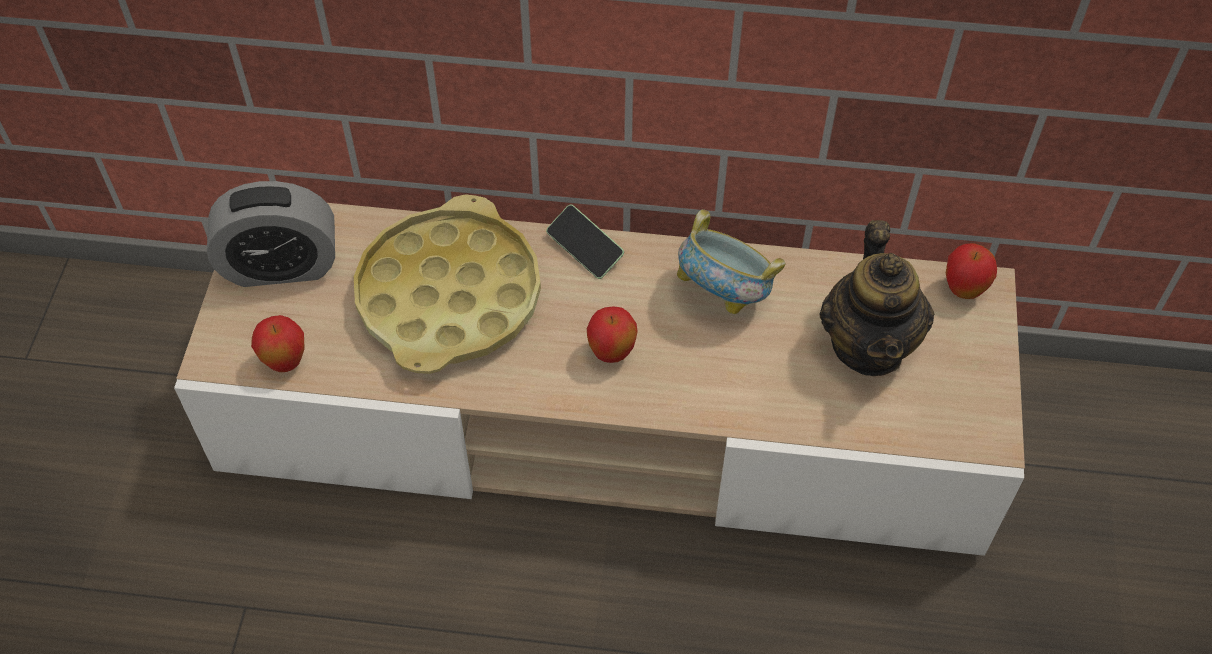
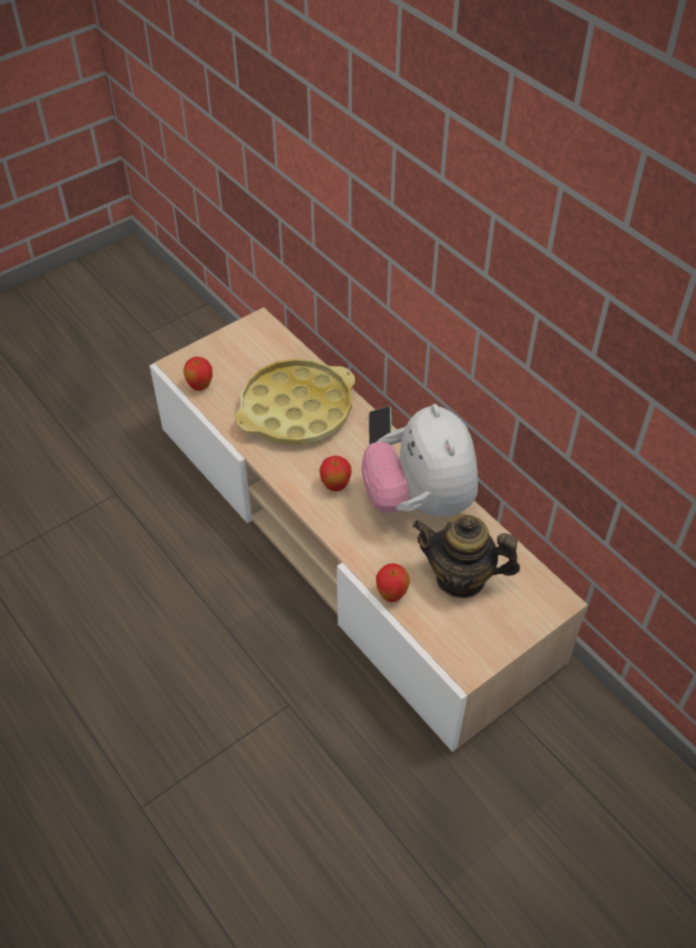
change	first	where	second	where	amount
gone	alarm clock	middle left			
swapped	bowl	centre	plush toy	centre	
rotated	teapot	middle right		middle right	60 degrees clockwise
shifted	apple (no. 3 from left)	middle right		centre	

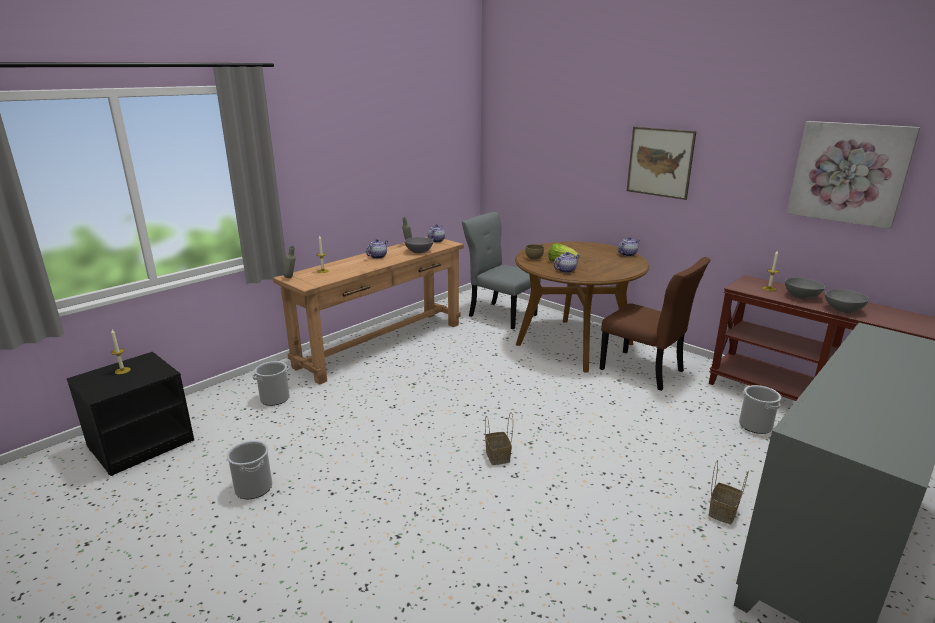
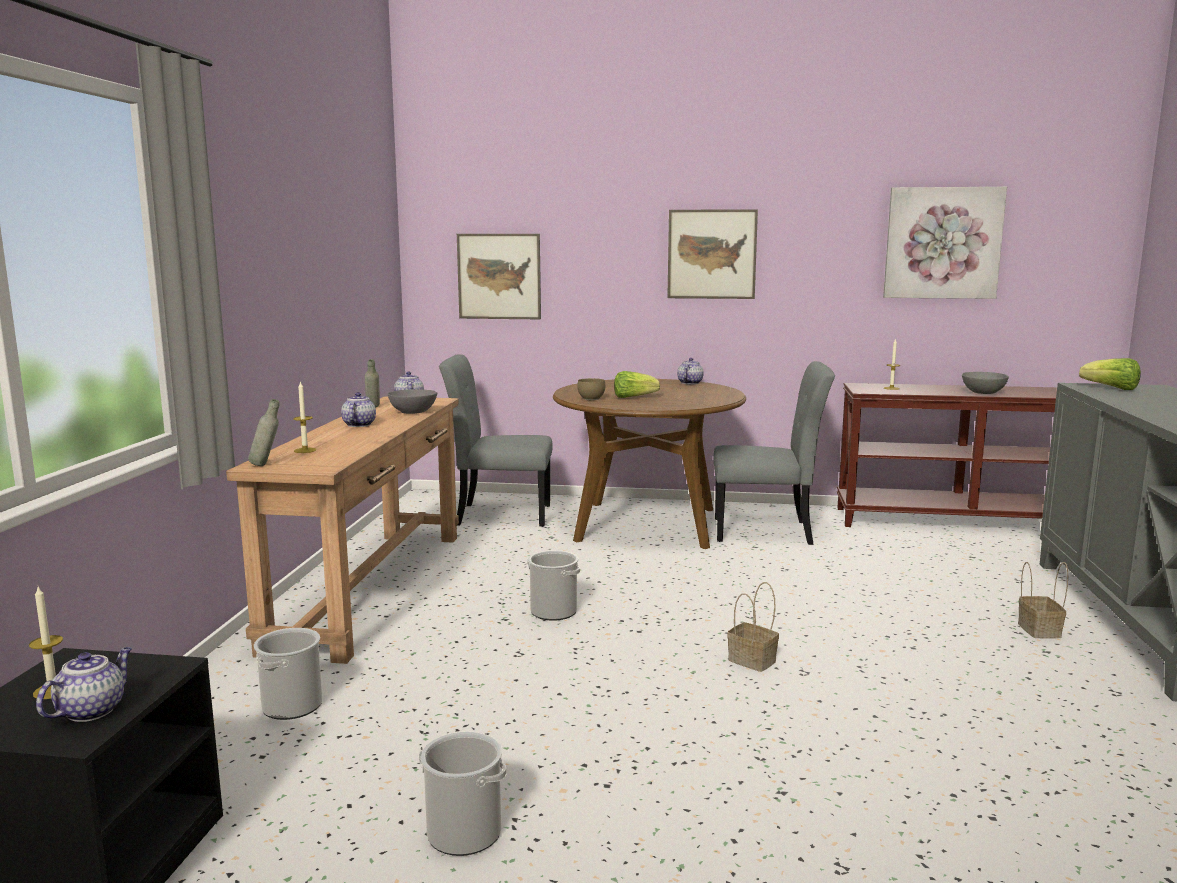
change	first	where	second	where	amount
shifted	teapot (no. 3 from left in the first image)	centre	teapot (no. 1 from left)	bottom left	
repainted	chair (brown)	middle right	chair (grey) (no. 2 from left)	centre	
gone	bowl (grey) (no. 2 from left)	middle right			
shifted	bucket (no. 3 from left)	middle right		centre	
new			picture (no. 1 from left)	top centre	
new			lettuce (no. 2 from left)	middle right	

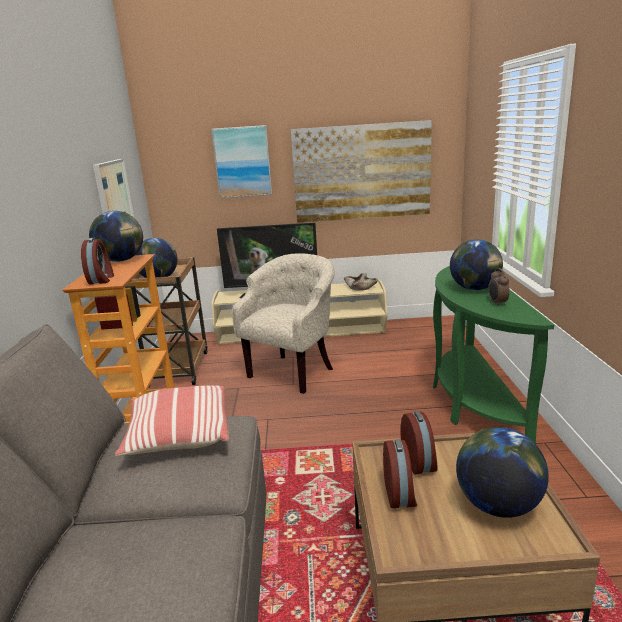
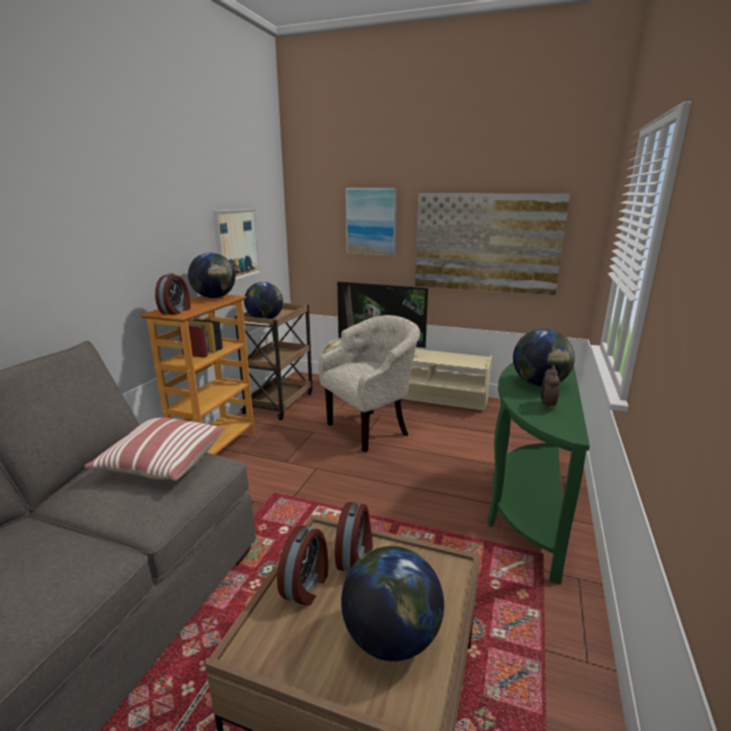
change	first	where	second	where	amount
gone	bowl (beige)	centre			

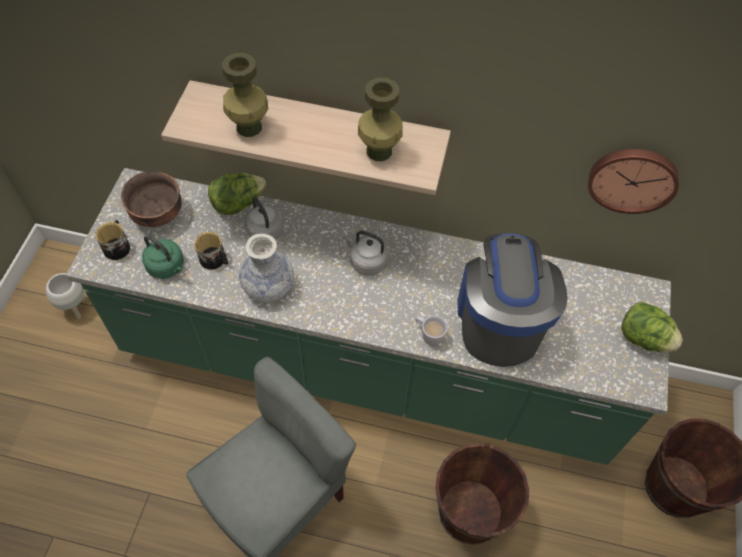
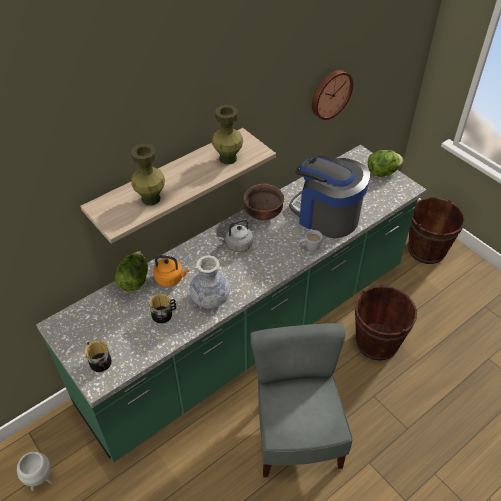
change	first	where	second	where	amount
shifted	bowl (brown)	middle left		centre	
repainted	kettle (grey) (no. 1 from left)	centre	kettle (orange)	centre	
gone	kettle (green)	middle left			

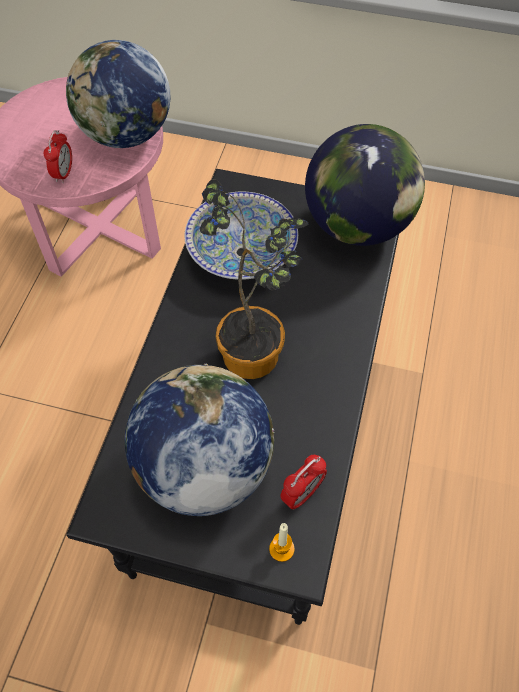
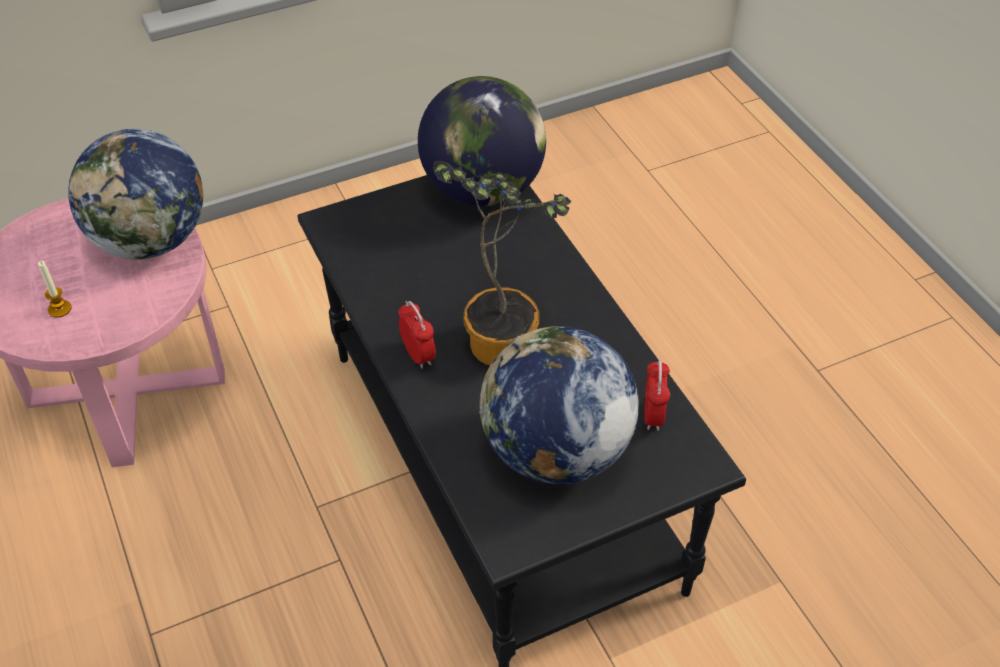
change	first	where	second	where	amount
shifted	alarm clock (no. 1 from left)	top left		centre	
gone	bowl	centre			
shifted	candle	bottom centre		middle left	

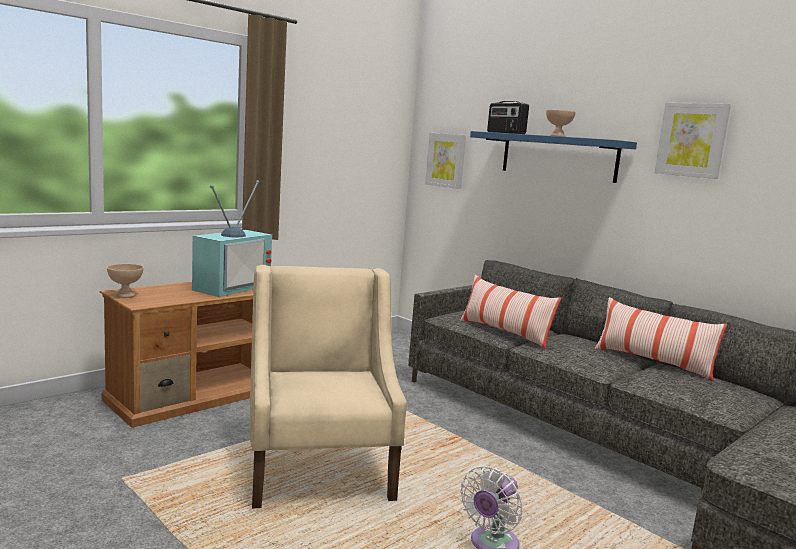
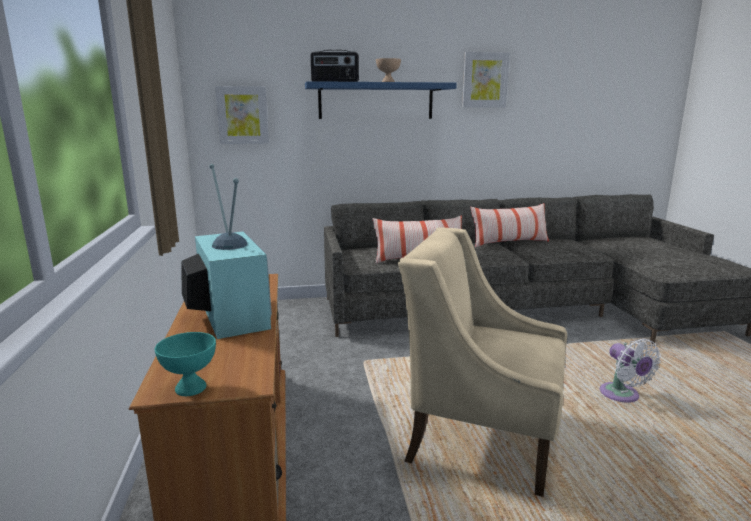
change	first	where	second	where	amount
repainted	bowl (beige) (no. 1 from left)	middle left	bowl (turquoise)	bottom left	

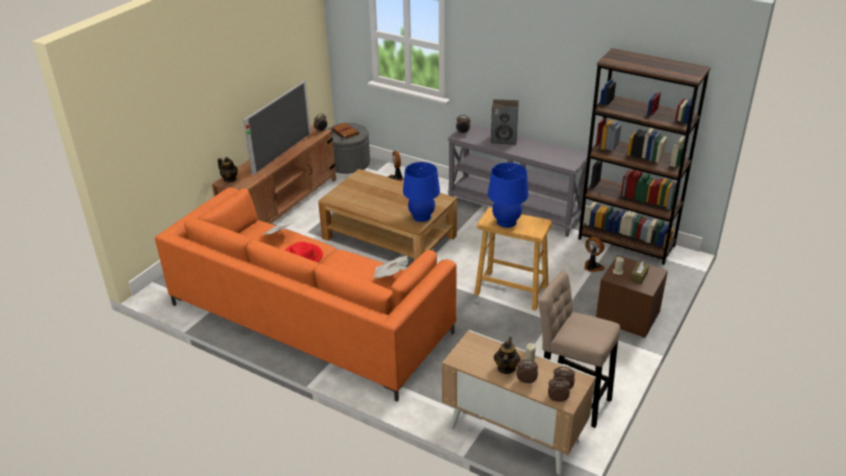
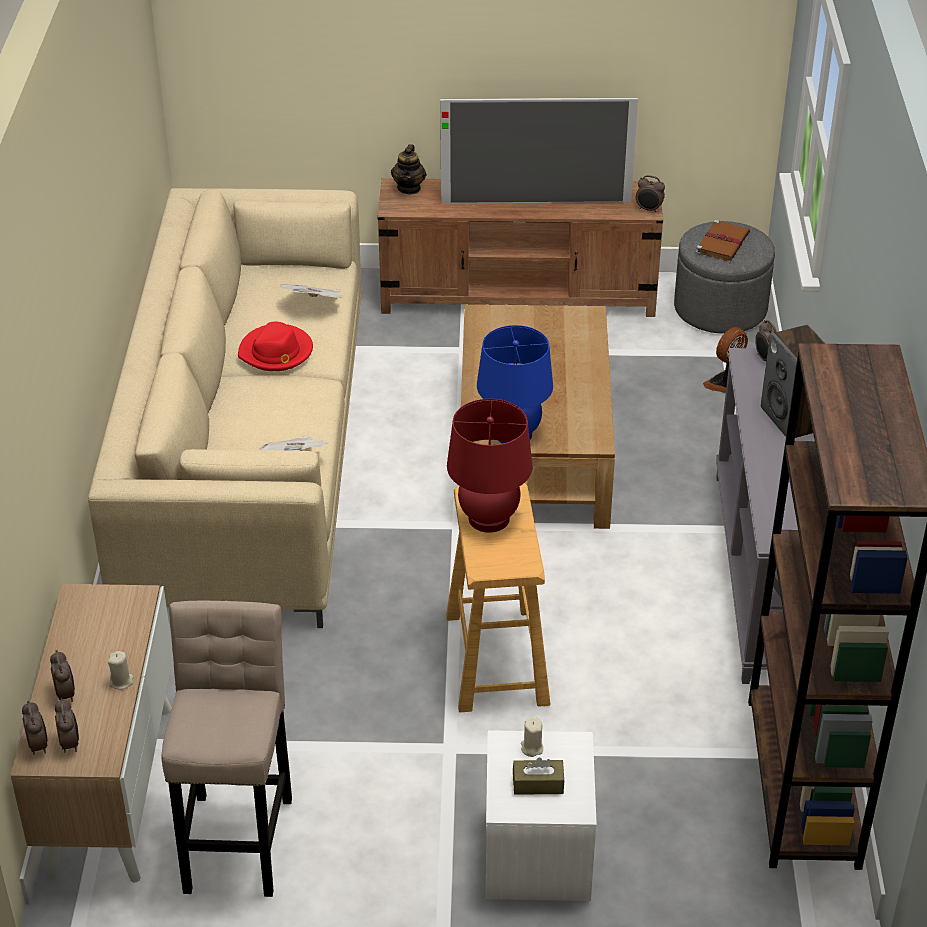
change	first	where	second	where	amount
repainted	table lamp (blue) (no. 2 from left)	centre	table lamp (red)	centre	
repainted	sofa (orange)	centre	sofa (beige)	middle left	
gone	fan (no. 2 from left)	middle right			
repainted	nightstand (brown)	middle right	nightstand (white)	bottom centre	
gone	teapot (no. 2 from left)	bottom centre			

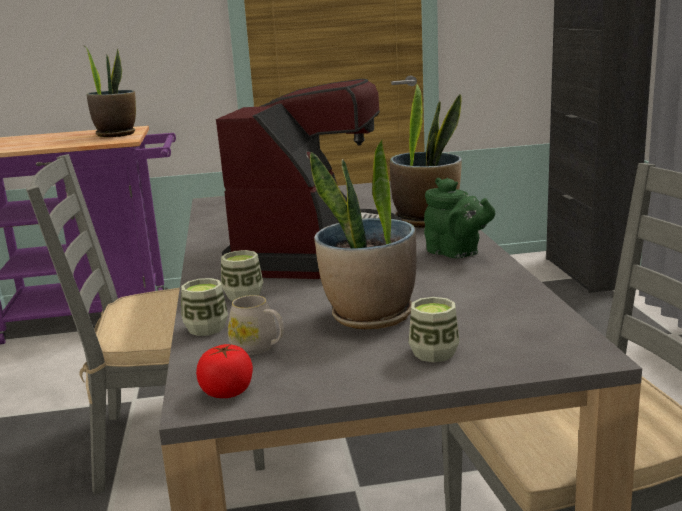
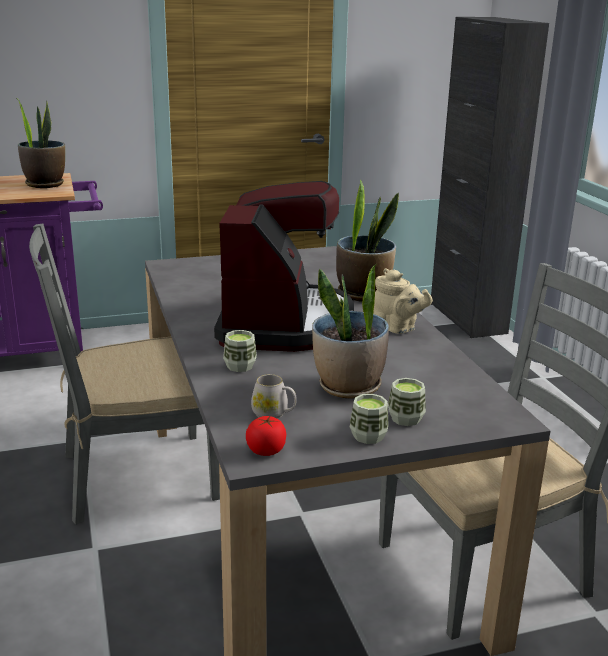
change	first	where	second	where	amount
repainted	teapot (green)	middle right	teapot (beige)	centre	
shifted	cup (no. 1 from left in the first image)	middle left	cup (no. 2 from left)	centre	

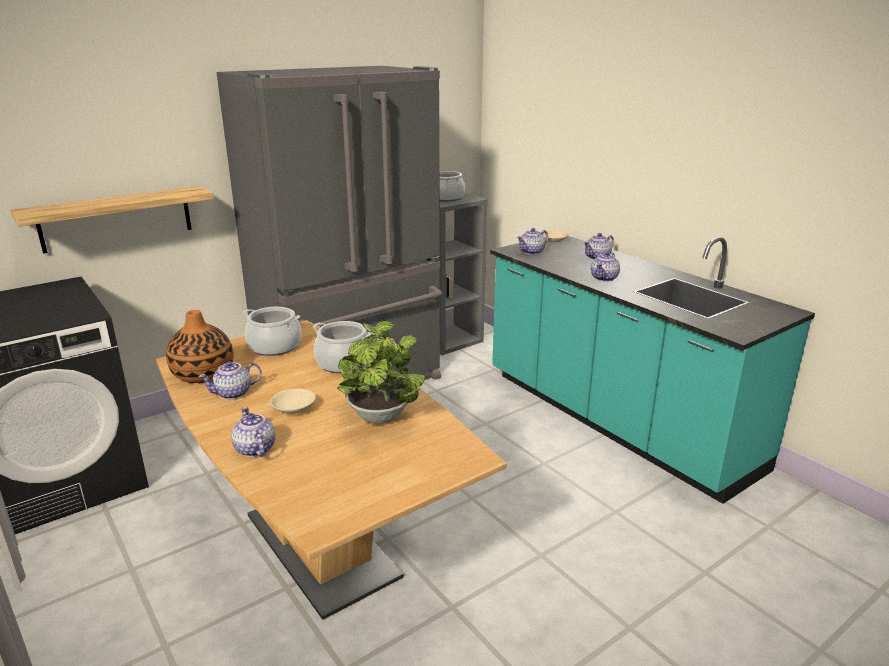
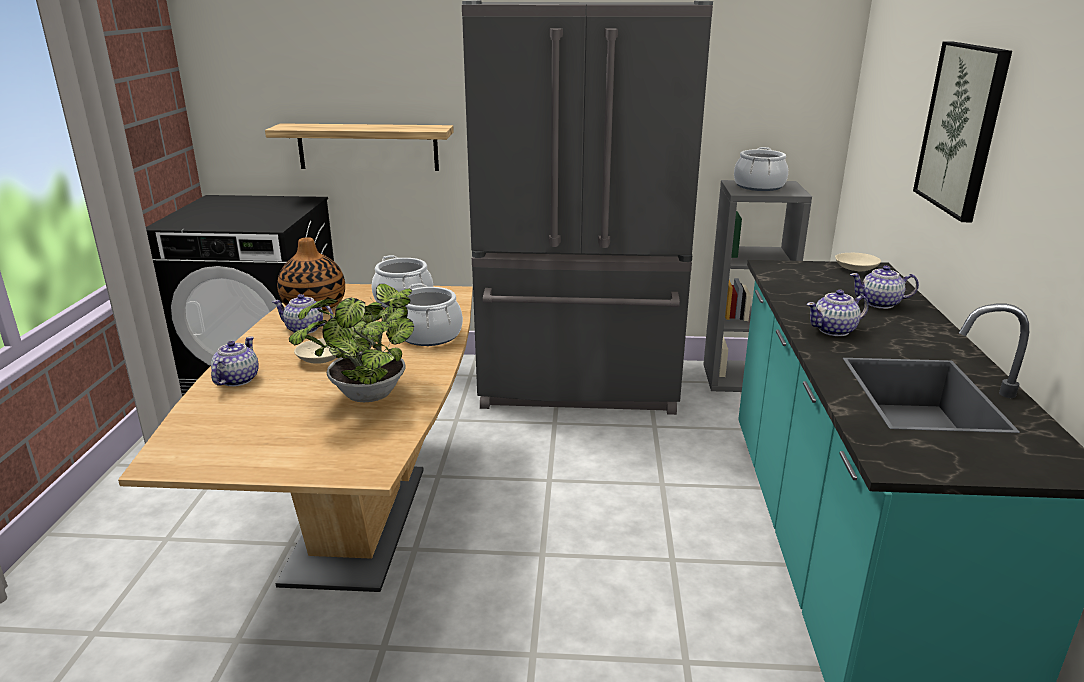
change	first	where	second	where	amount
gone	teapot (no. 3 from left)	centre			
new			picture	top right	

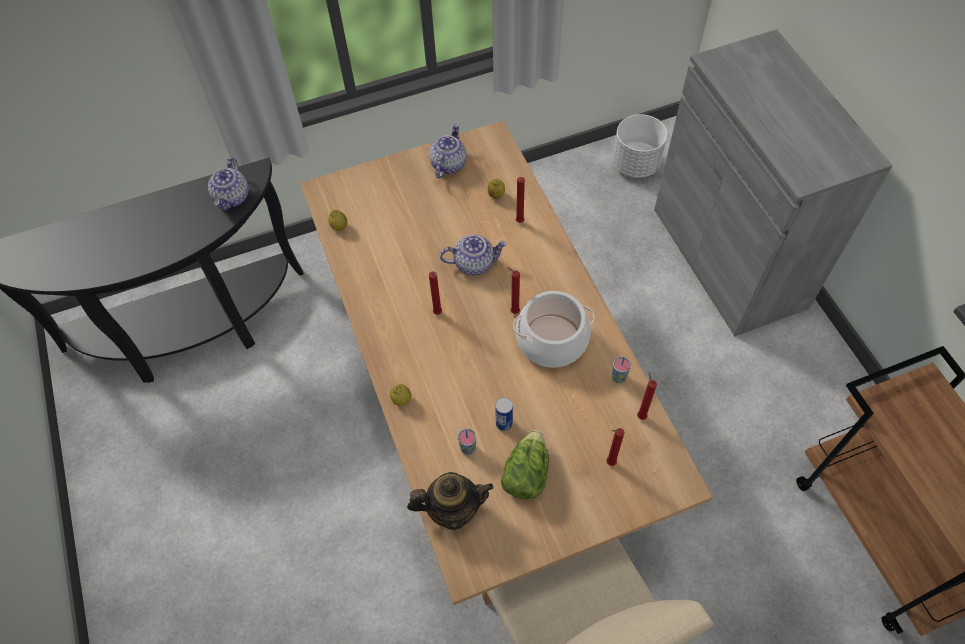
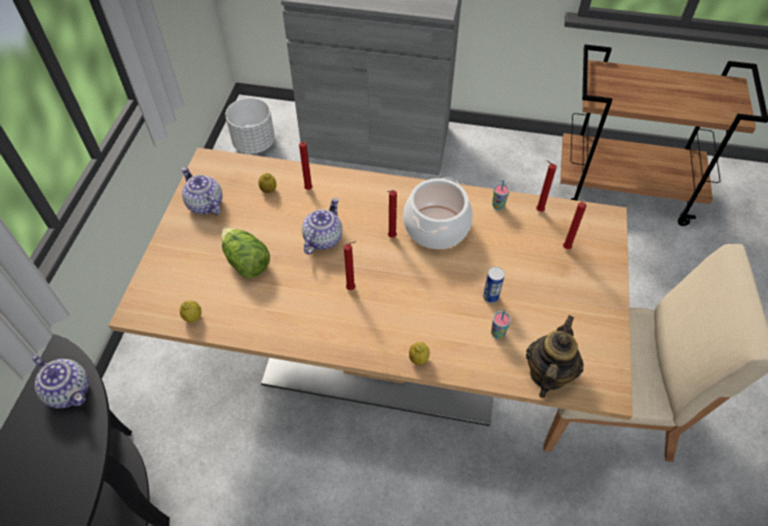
change	first	where	second	where	amount
shifted	lettuce	bottom centre		middle left	

